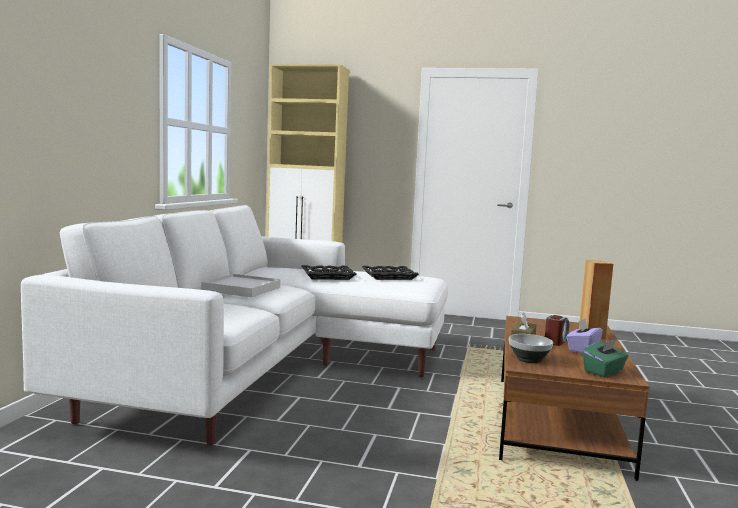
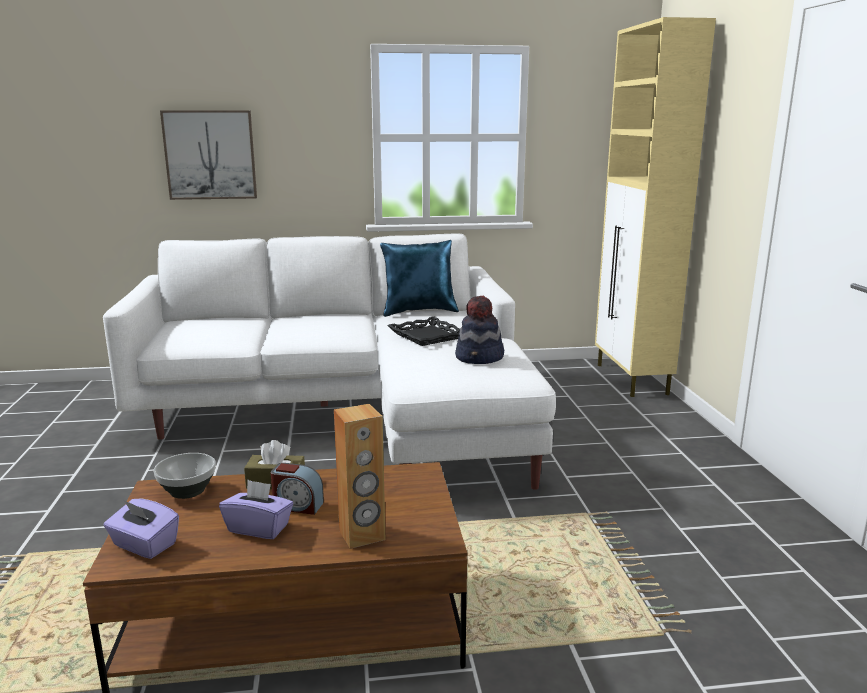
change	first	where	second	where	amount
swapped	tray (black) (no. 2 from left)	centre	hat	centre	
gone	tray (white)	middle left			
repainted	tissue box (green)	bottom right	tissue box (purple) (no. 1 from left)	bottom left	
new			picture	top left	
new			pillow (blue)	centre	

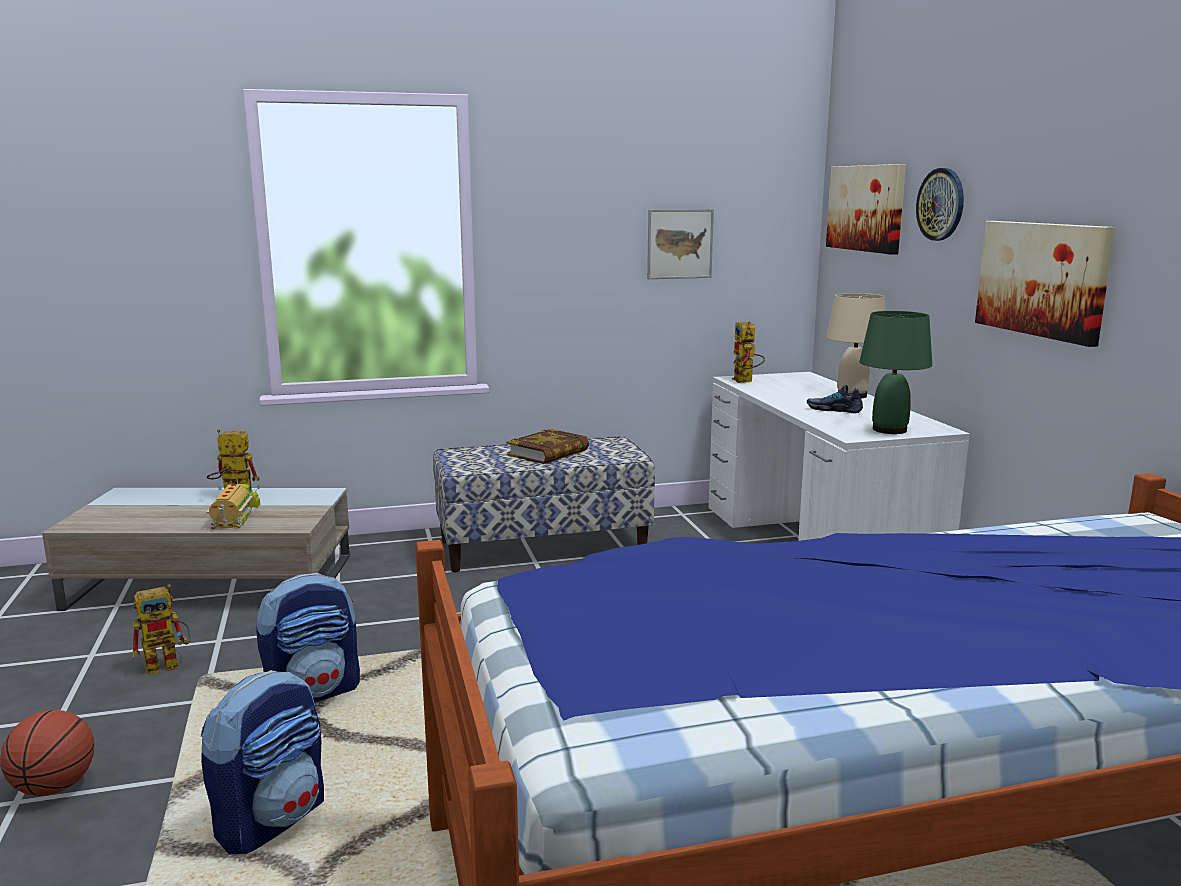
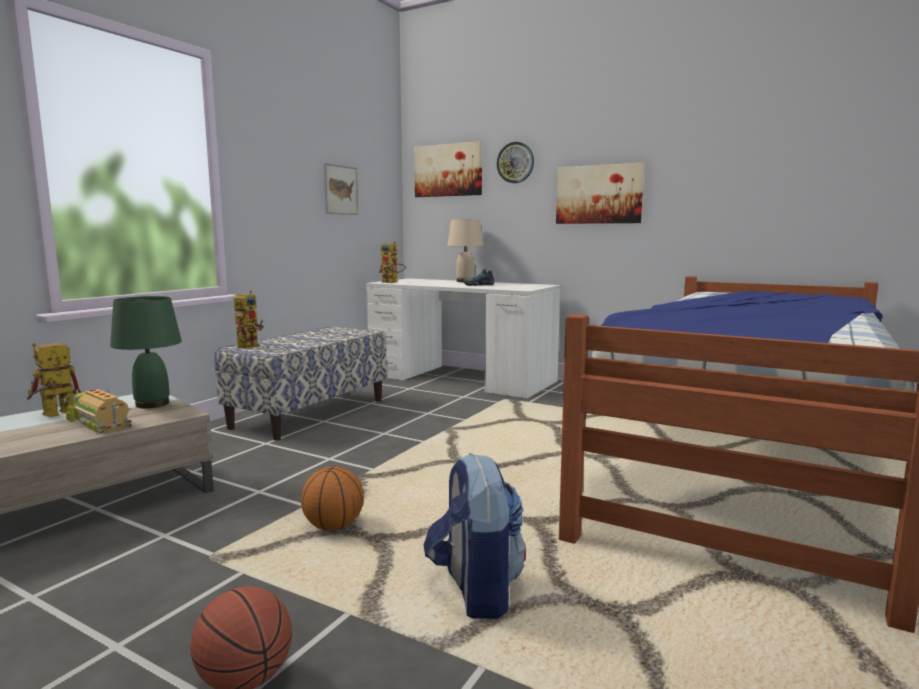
change	first	where	second	where	amount
shifted	table lamp (green)	middle right		middle left	
gone	book	centre			
swapped	backpack (no. 2 from left)	bottom left	basketball (no. 2 from left)	bottom centre	
shifted	toy robot (no. 1 from left in the first image)	bottom left	toy robot (no. 2 from left)	middle left	

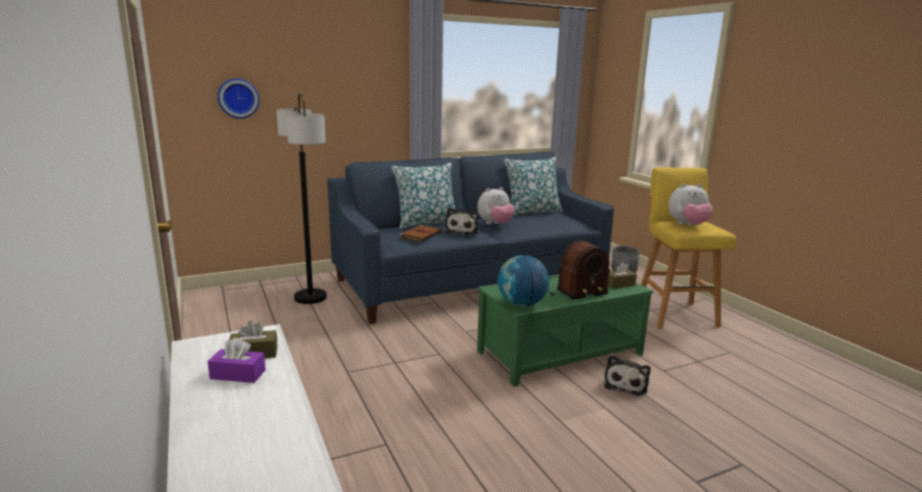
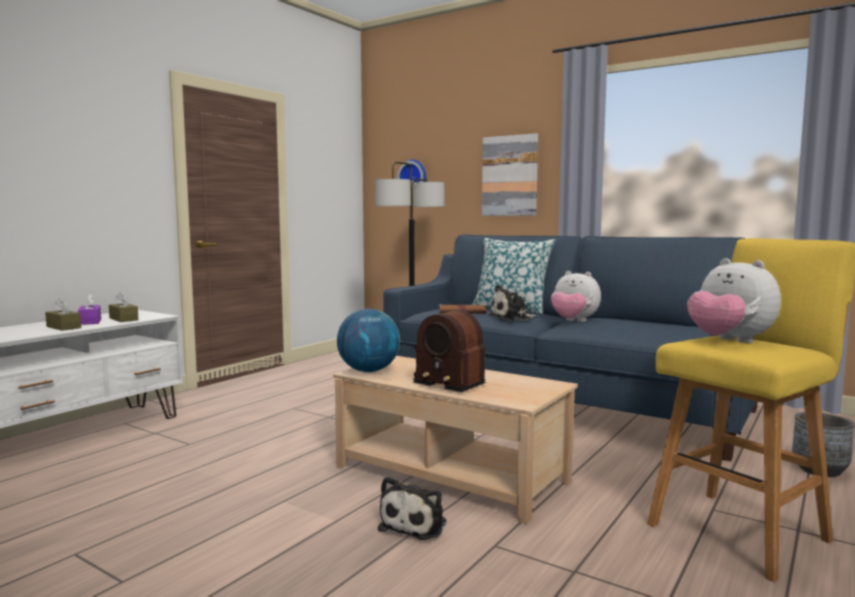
change	first	where	second	where	amount
gone	pillow (no. 2 from left)	centre			
shifted	tissue box (brown) (no. 2 from left in the first image)	middle right	tissue box (brown) (no. 1 from left)	middle left	
repainted	coffee table (green)	bottom centre	coffee table (beige)	bottom centre	
rotated	plush toy (no. 3 from left in the first image)	bottom right	plush toy (no. 1 from left)	bottom centre	60 degrees counterclockwise
new			picture	top centre	

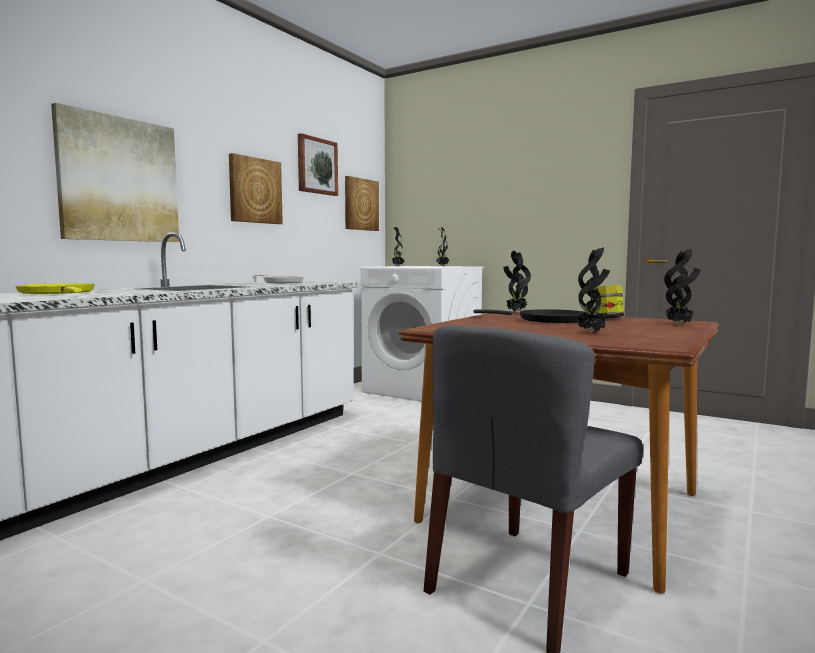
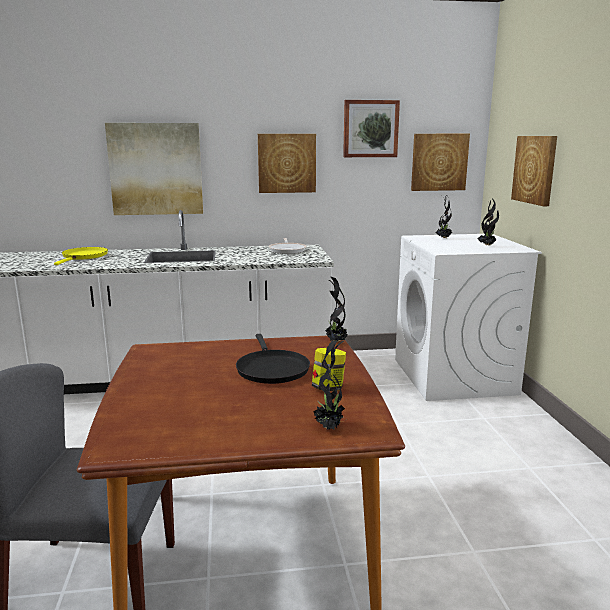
change	first	where	second	where	amount
gone	potted plant (no. 4 from left)	middle right			
new			picture (no. 5 from left)	top right	

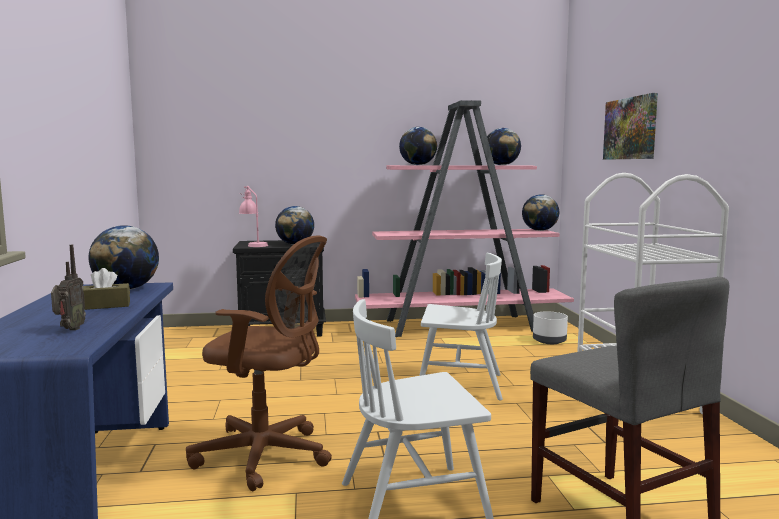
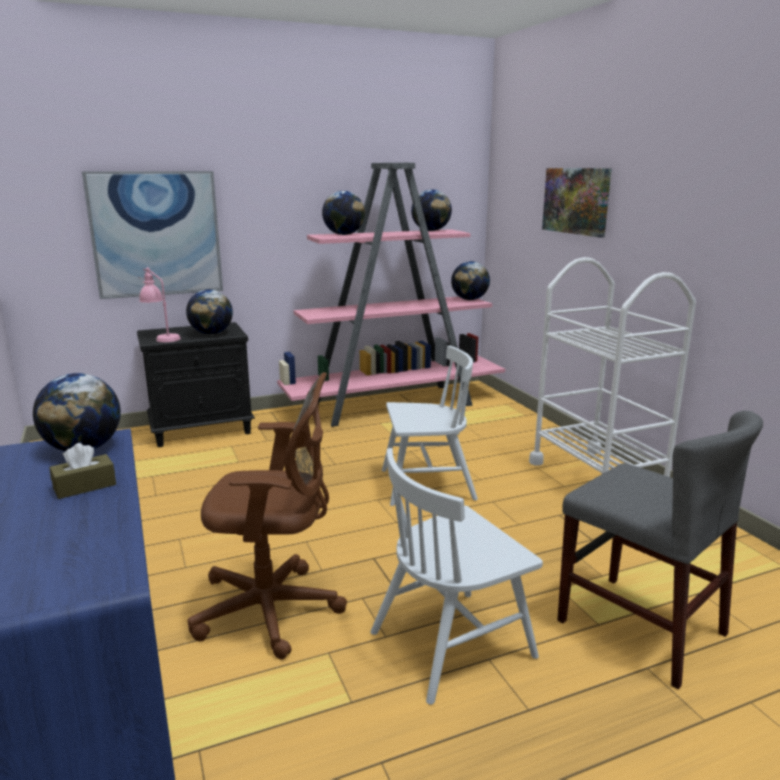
change	first	where	second	where	amount
gone	radio	middle left			
gone	planter (white)	middle right			
new			picture (no. 1 from left)	top left	

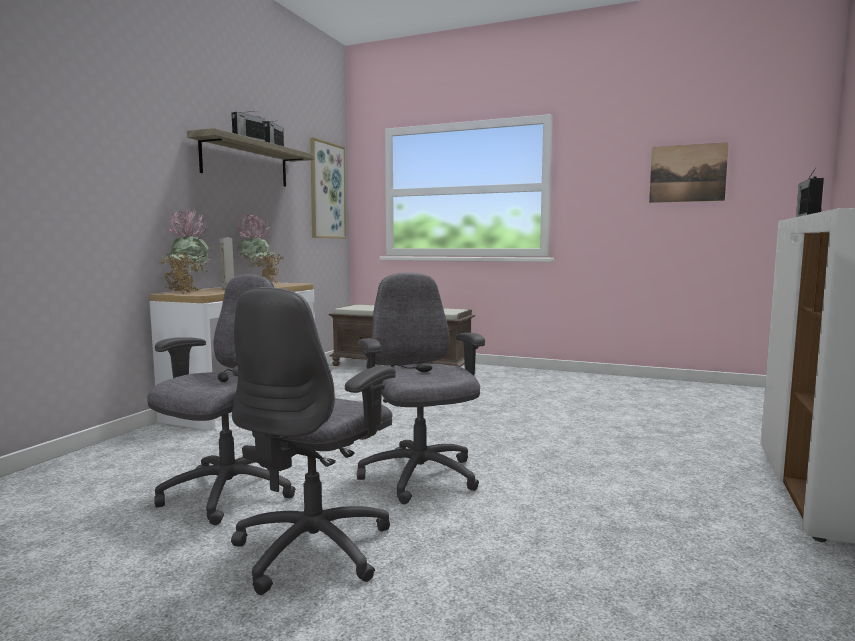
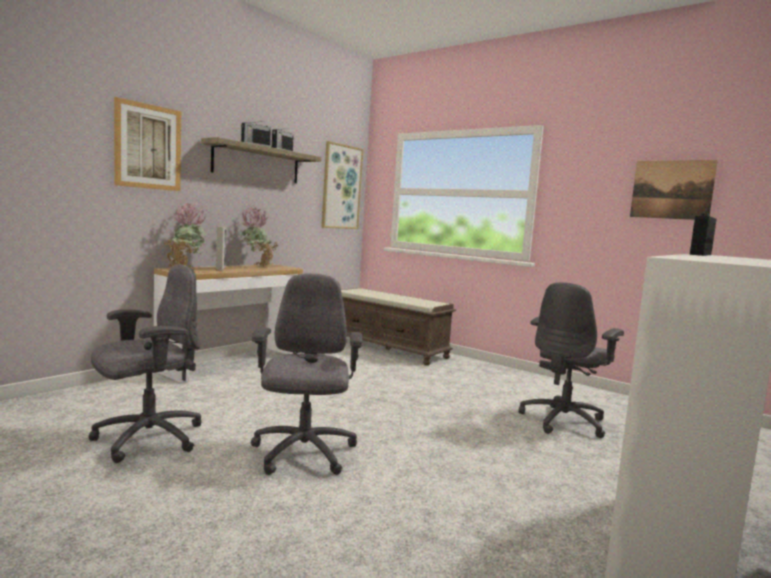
change	first	where	second	where	amount
shifted	office chair (grey) (no. 2 from left in the first image)	bottom centre	office chair (grey) (no. 3 from left)	middle right	
new			picture (no. 1 from left)	top left	

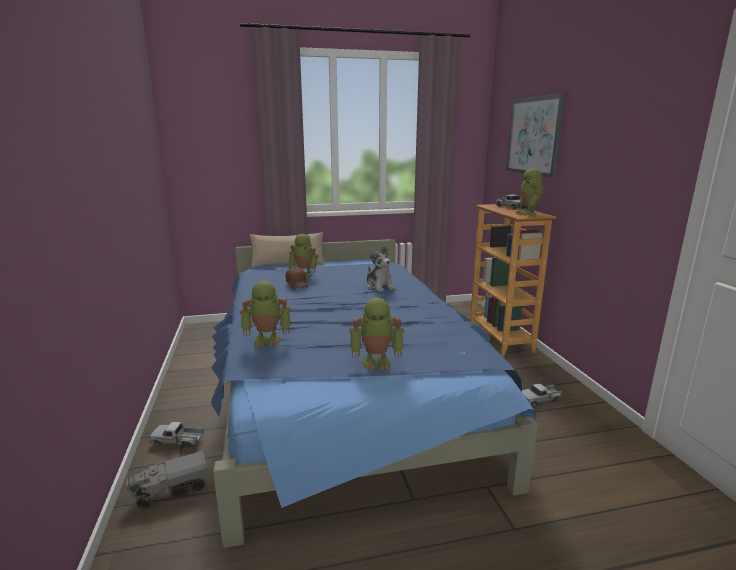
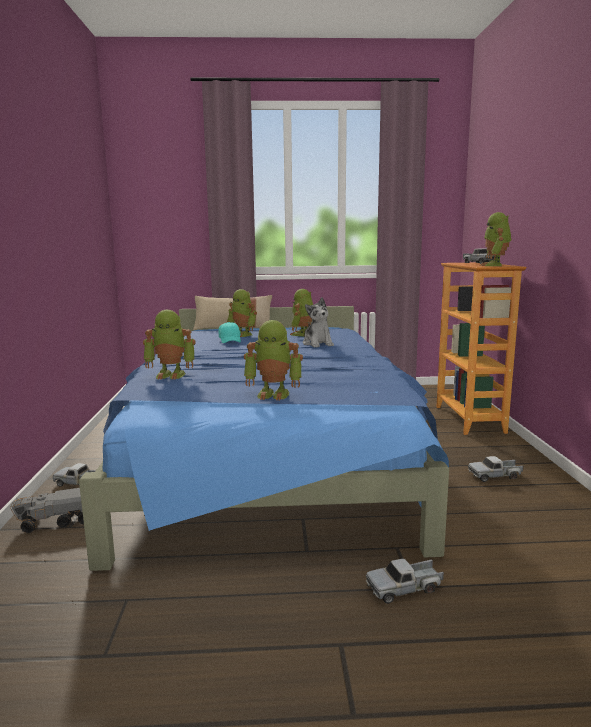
change	first	where	second	where	amount
gone	picture	top right			
repainted	cap (brown)	centre	cap (turquoise)	centre	
new			toy robot (no. 4 from left)	centre	
new			toy truck (no. 3 from left)	bottom right	

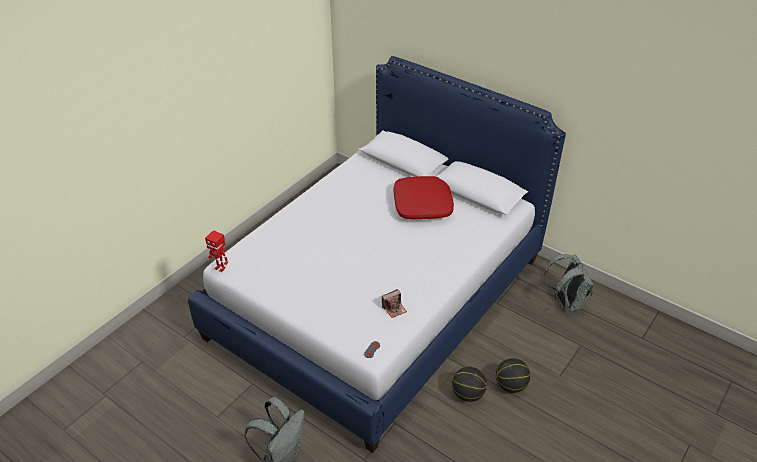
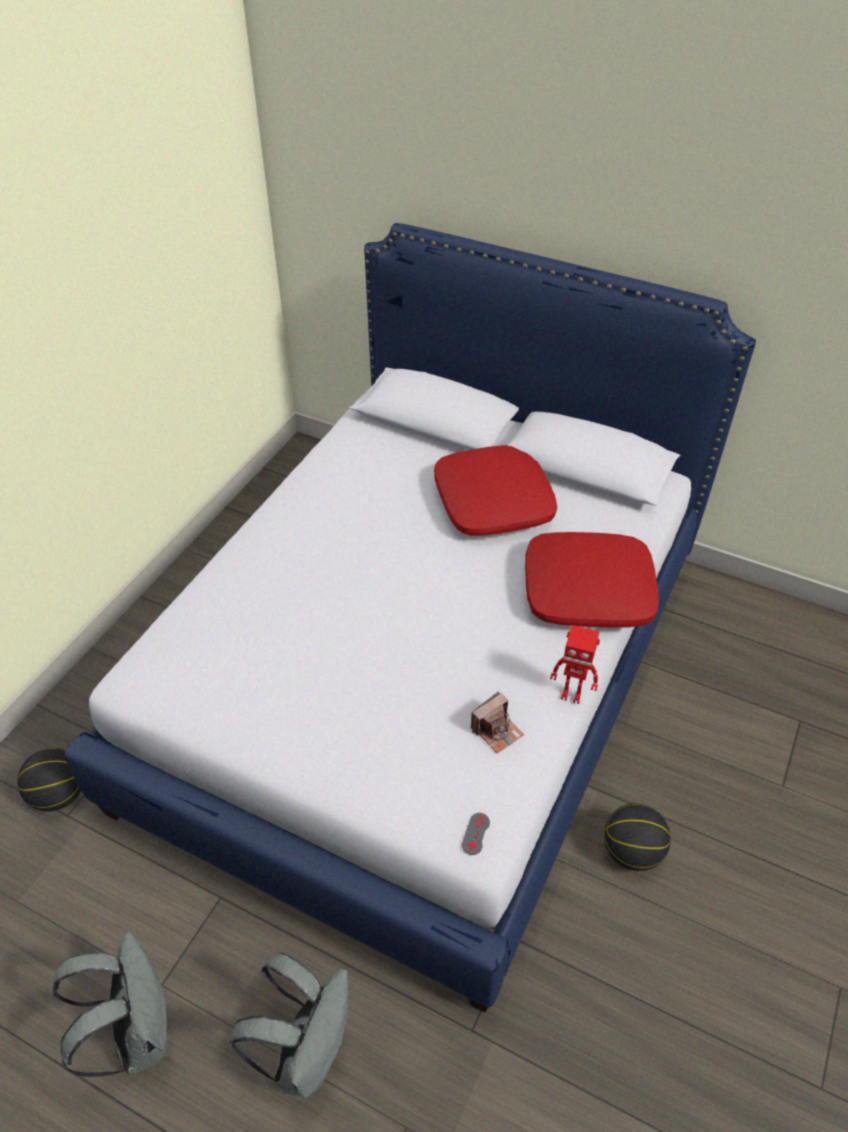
change	first	where	second	where	amount
shifted	toy robot	middle left		middle right	
shifted	backpack (grey) (no. 2 from left in the first image)	middle right	backpack (grey) (no. 1 from left)	bottom left	
shifted	basketball (no. 2 from left in the first image)	bottom right	basketball (no. 1 from left)	bottom left	
new			pillow (red) (no. 2 from left)	middle right	

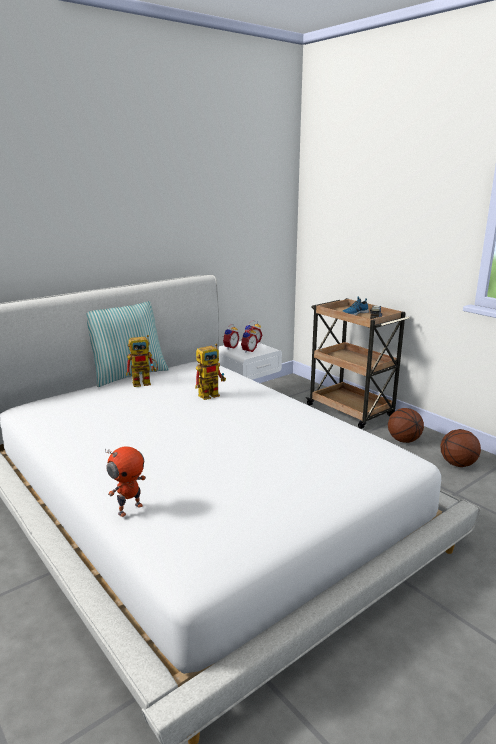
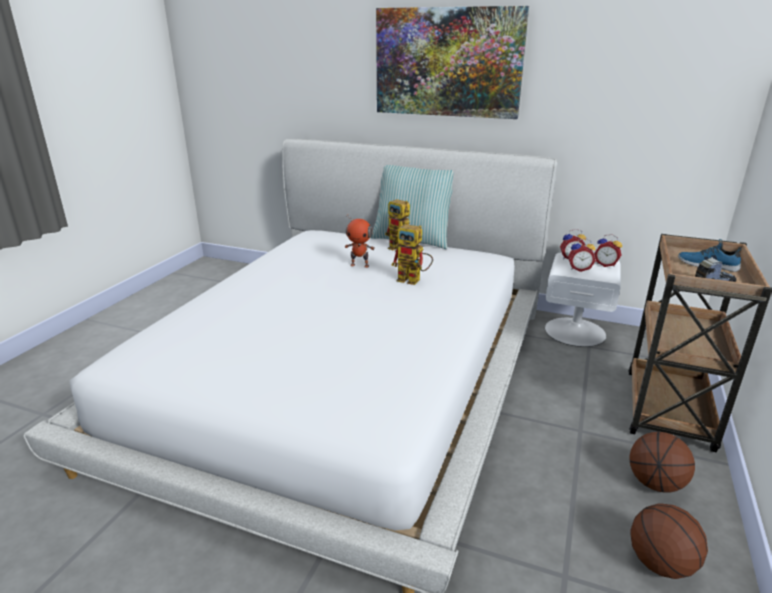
change	first	where	second	where	amount
shifted	toy robot (no. 1 from left)	middle left		centre	
new			picture	top centre	

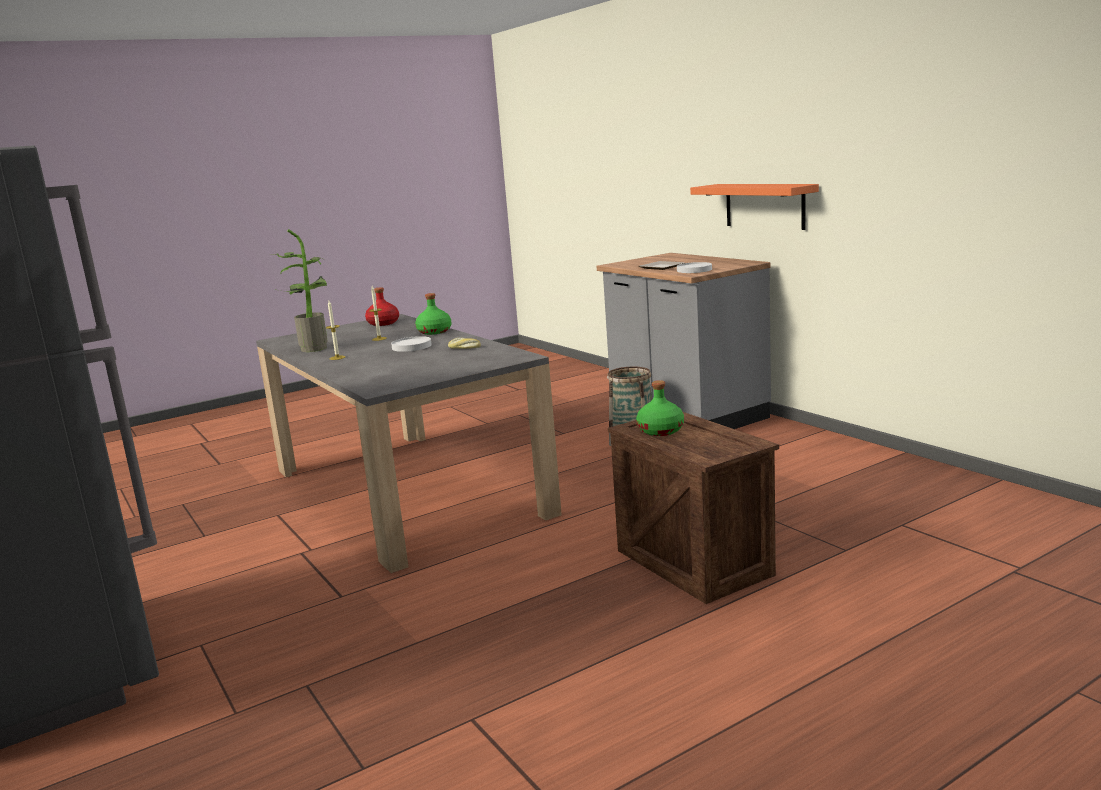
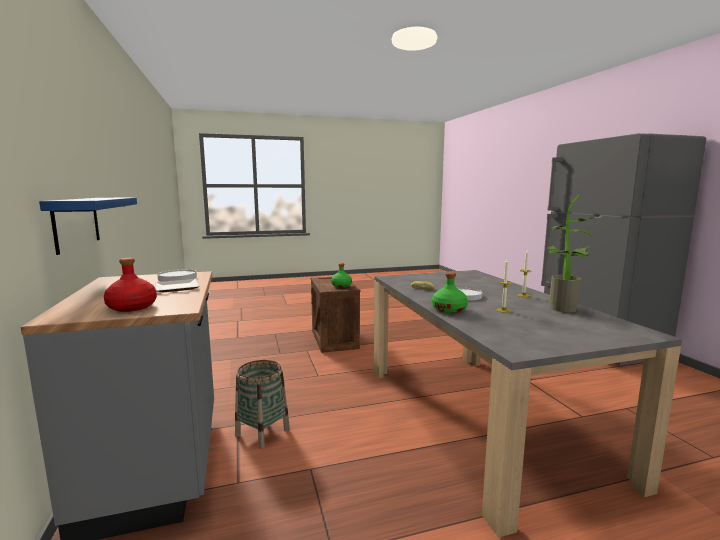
change	first	where	second	where	amount
repainted	shelf (orange)	top right	shelf (blue)	middle left	
shifted	bottle (red)	centre		middle left	

